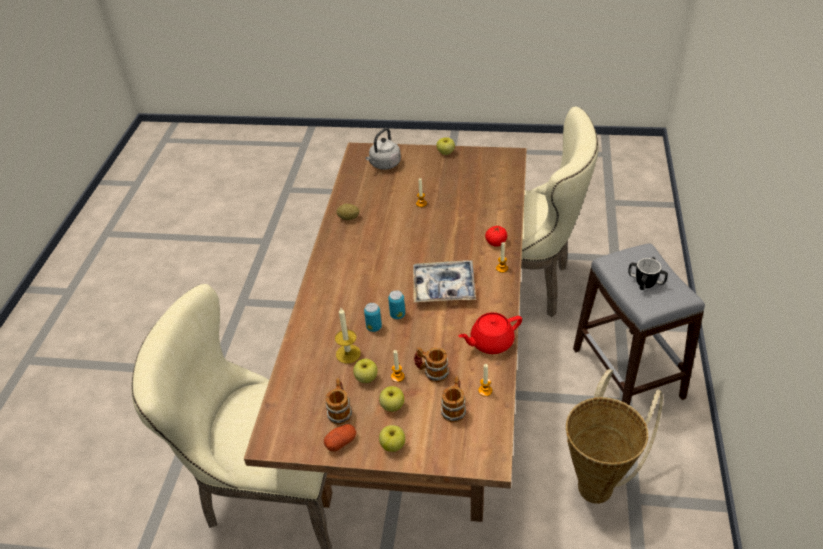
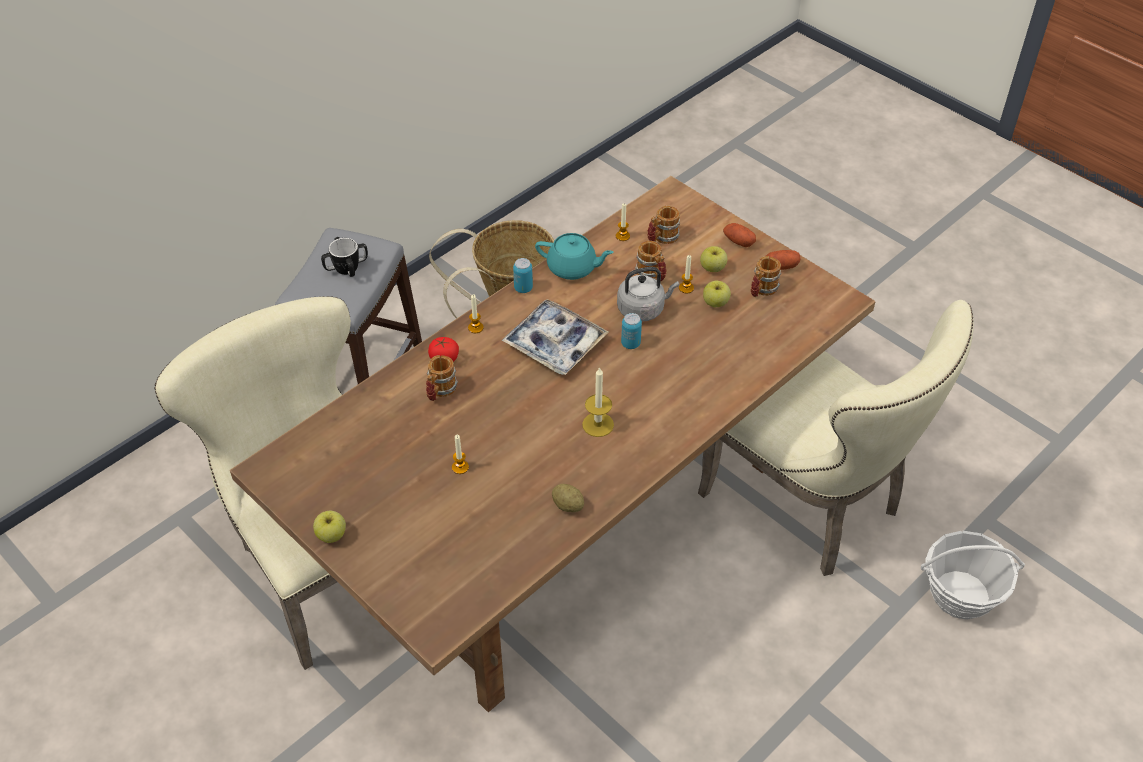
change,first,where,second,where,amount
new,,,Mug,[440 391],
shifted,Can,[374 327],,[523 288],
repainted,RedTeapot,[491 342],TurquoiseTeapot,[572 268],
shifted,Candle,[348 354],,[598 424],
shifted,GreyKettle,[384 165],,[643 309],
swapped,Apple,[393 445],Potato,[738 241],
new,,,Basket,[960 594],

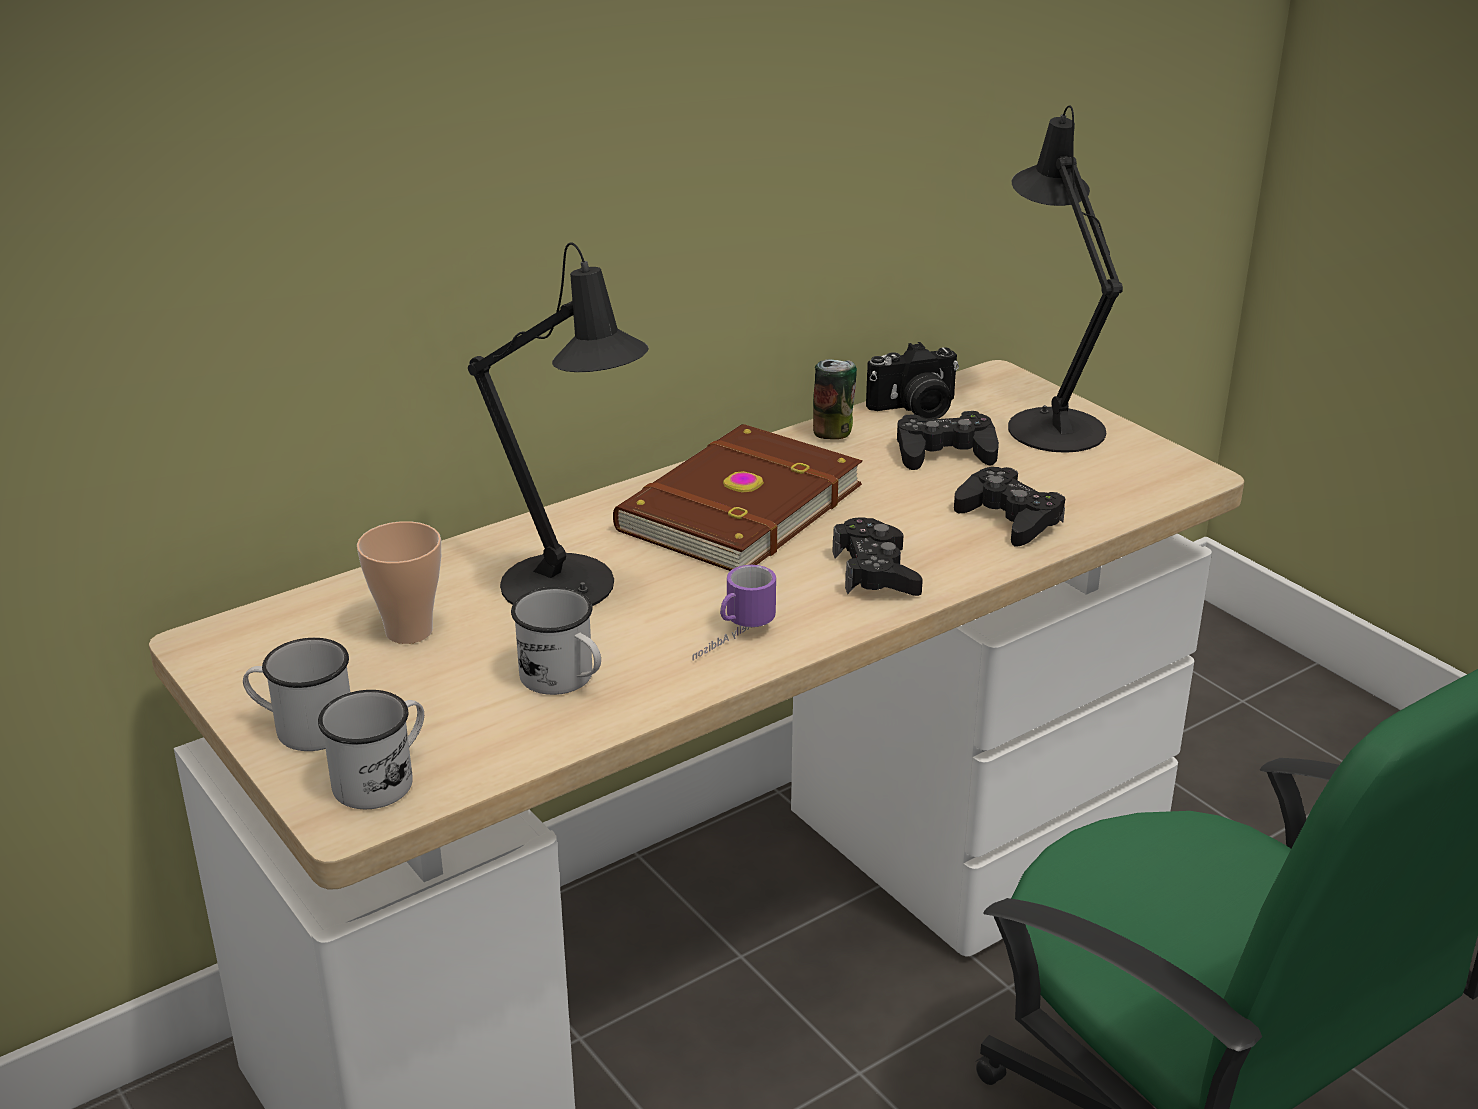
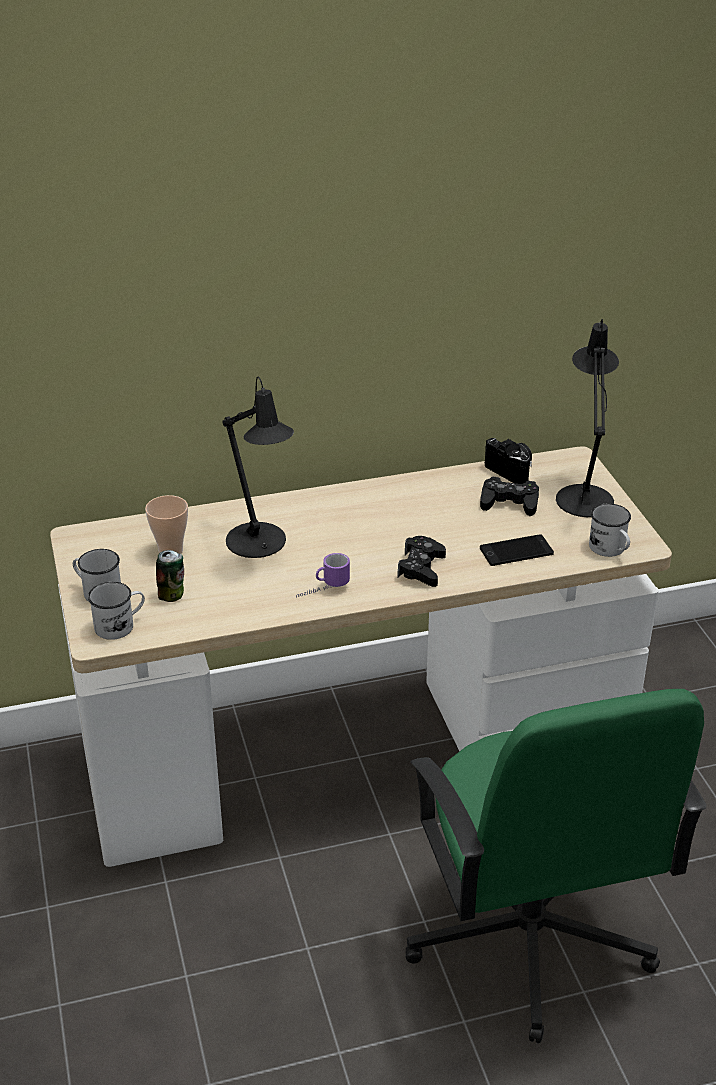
change,first,where,second,where,amount
shifted,Can,[833 433],,[172 595],
swapped,BlackGameController,[1009 518],Phone,[516 551],
rotated,PhotoCamera,[915 409],,[512 471],135 degrees counterclockwise
shifted,WhiteMug,[564 680],,[610 550],
gone,BrownBook,[735 507],,,

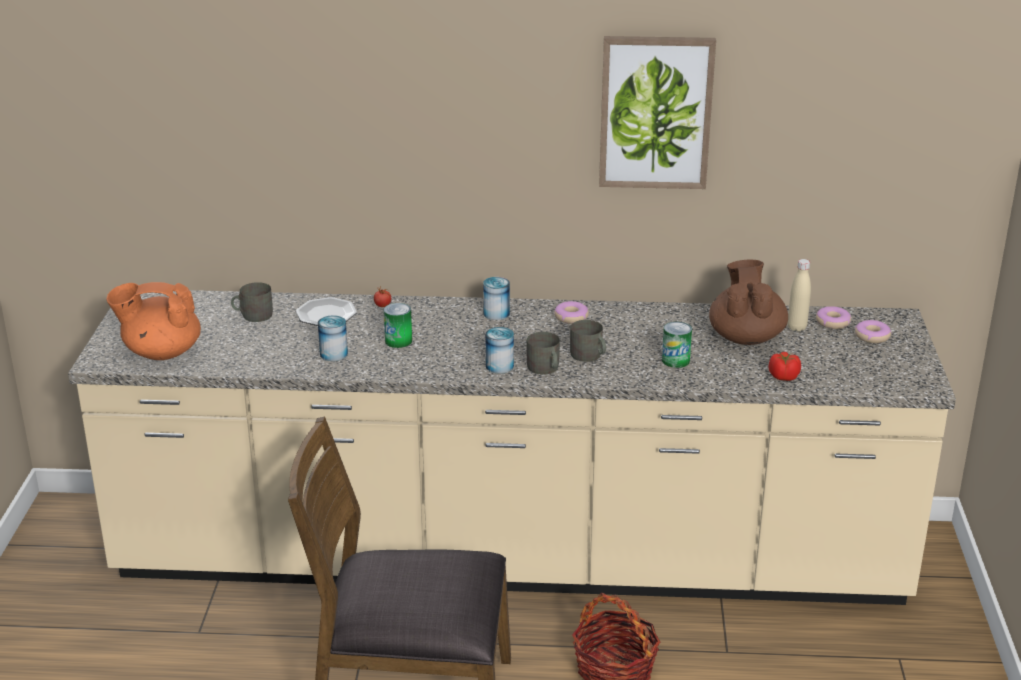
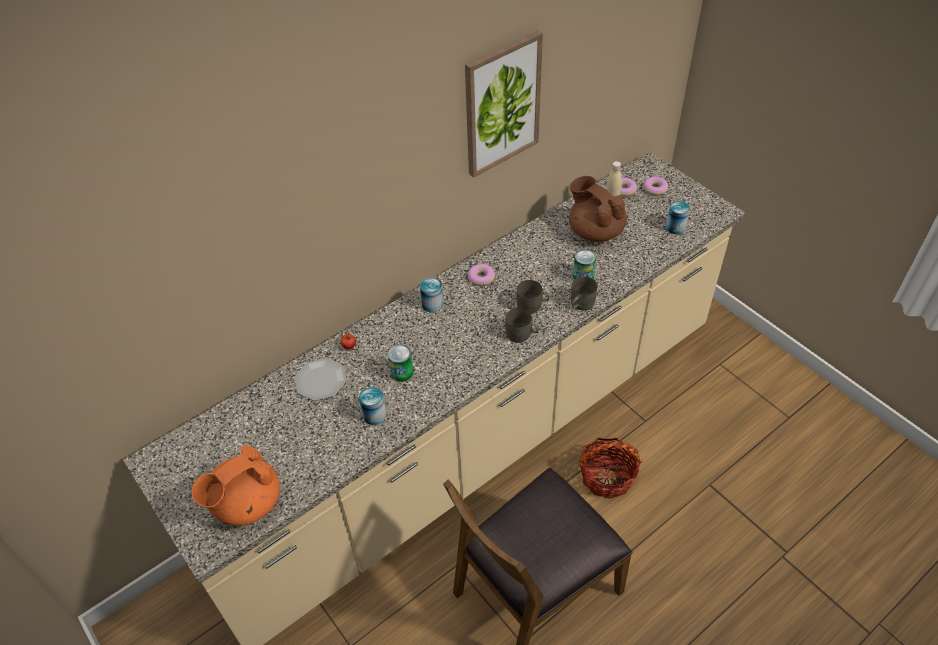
change,first,where,second,where,amount
shifted,GreyMug,[253 315],,[580 304],
shifted,Can,[499 366],,[675 227],
gone,Tomato,[783 376],,,

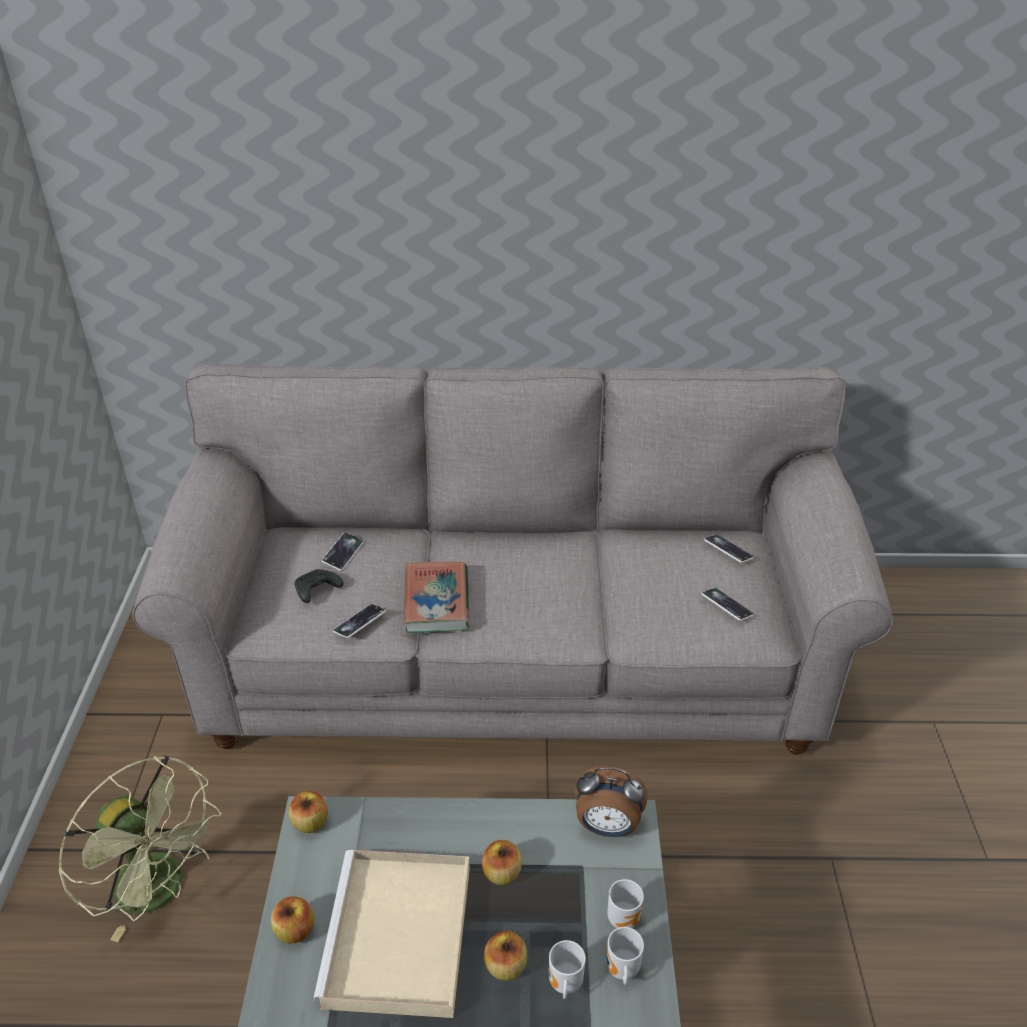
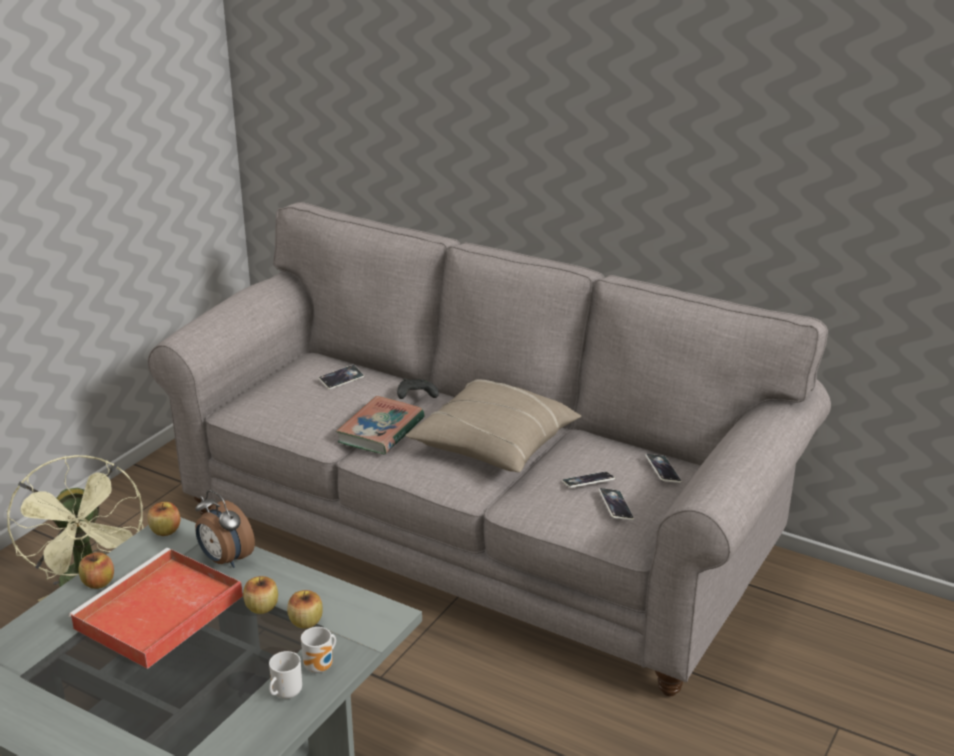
change,first,where,second,where,amount
repainted,BeigeTray,[399 938],RedTray,[157 614],
shifted,AlarmClock,[607 827],,[225 560],
shifted,Apple,[505 966],,[306 622],
shifted,BlackGameController,[316 591],,[415 396],
new,,,BeigePillow,[493 446],
shifted,Phone,[360 623],,[588 482],
gone,Mug,[563 984],,,

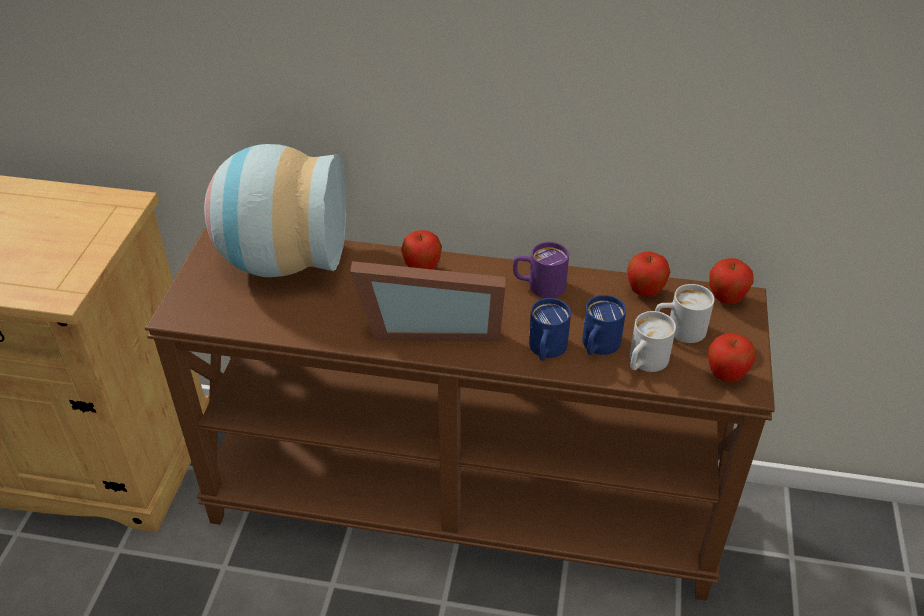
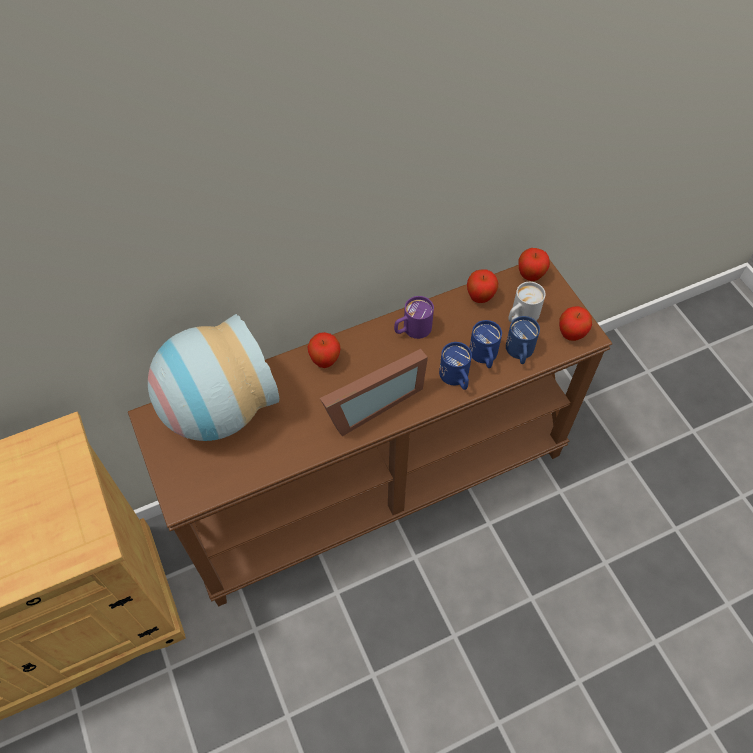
change,first,where,second,where,amount
repainted,WhiteMug,[644 363],BlueMug,[520 353],

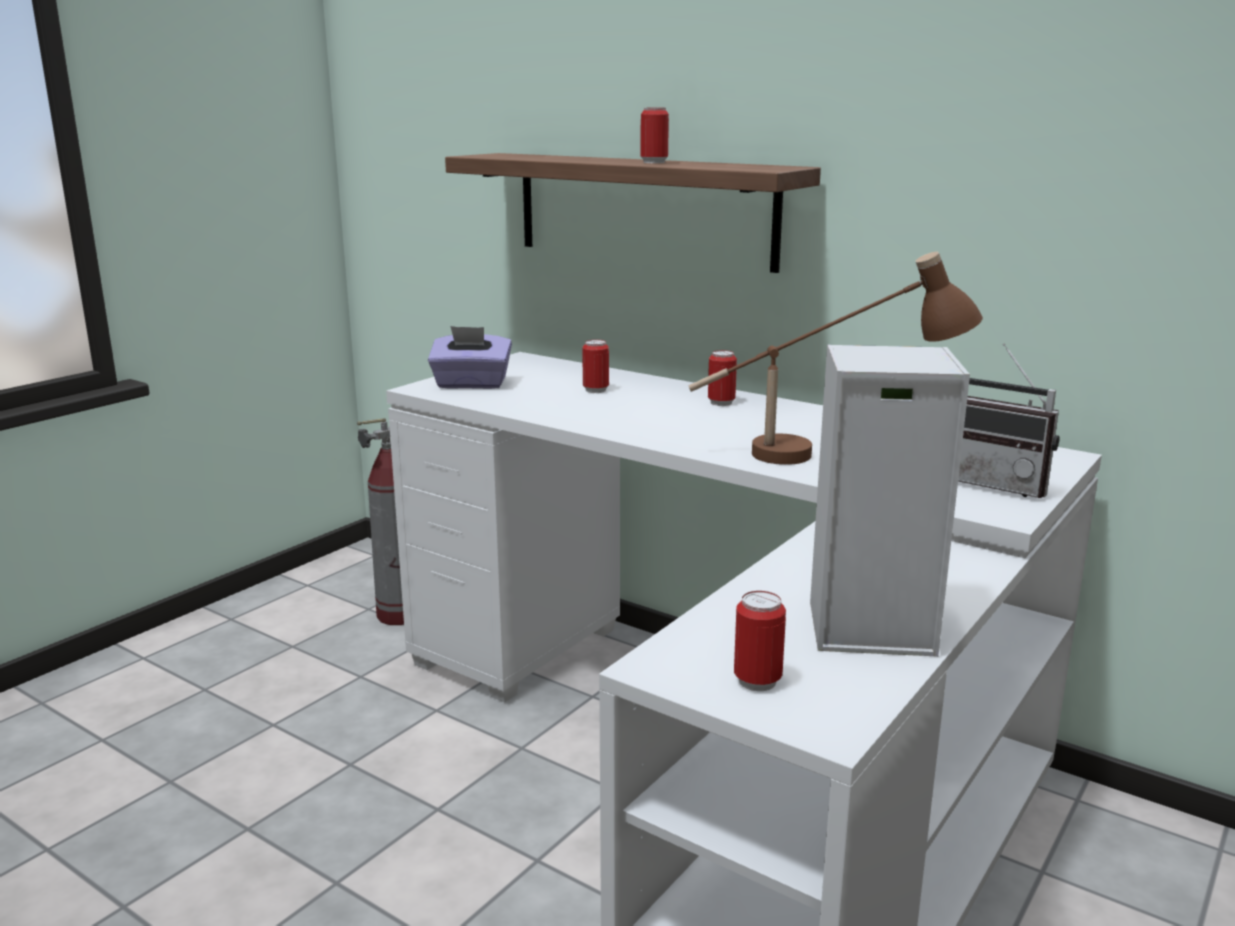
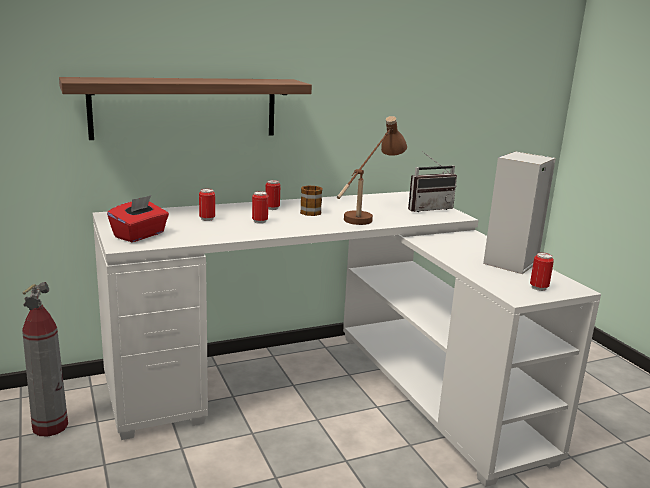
change,first,where,second,where,amount
repainted,PurpleTissueBox,[471 384],RedTissueBox,[140 235],
shifted,Can,[654 162],,[260 221],
new,,,Mug,[312 211],

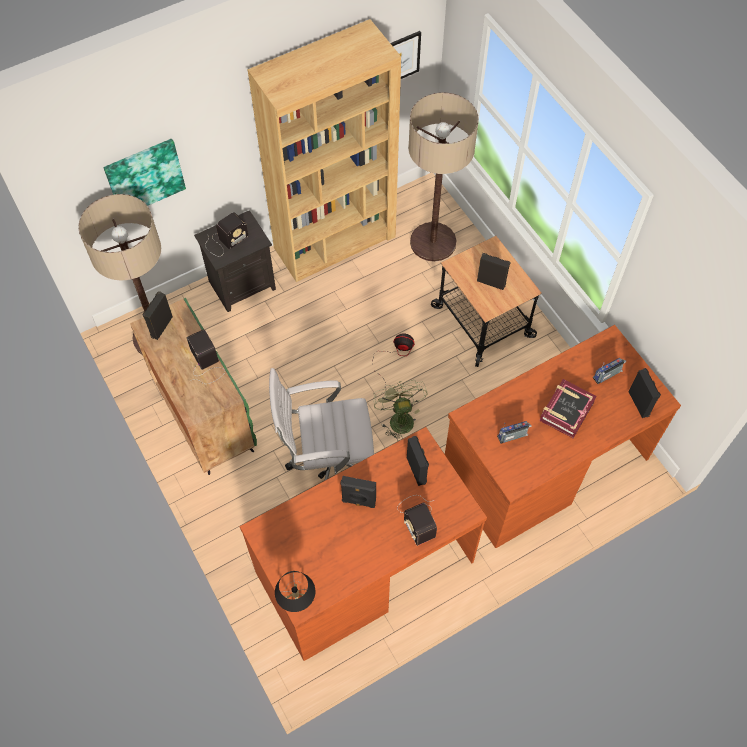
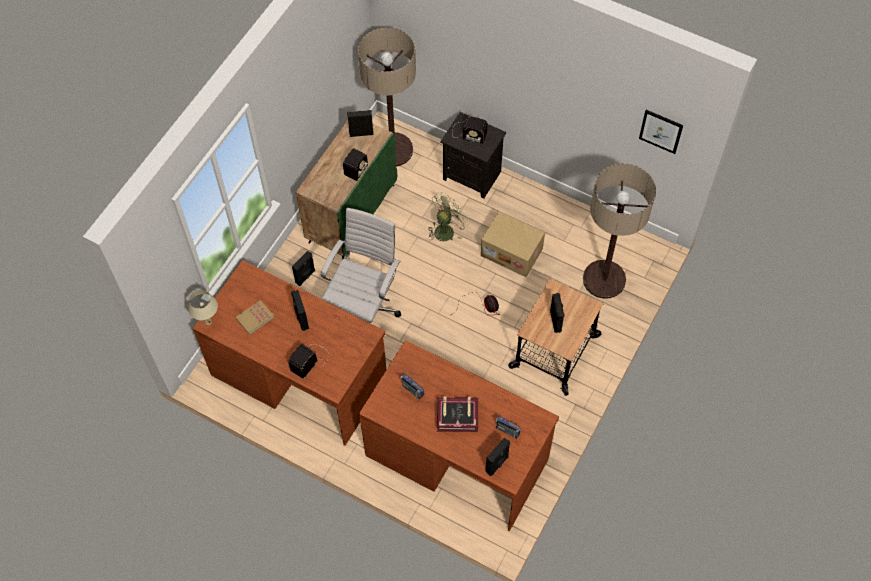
change,first,where,second,where,amount
repainted,BlackTableLamp,[298 604],BeigeTableLamp,[208 322],
new,,,Book,[255 318],
shifted,BlackSpeaker,[417 470],,[305 277],
rotated,WhiteOfficeChair,[327 462],,[363 310],60 degrees clockwise
shifted,GreenFan,[399 418],,[446 229],
new,,,CardboardBox,[512 252],
gone,Picture,[145 176],,,
gone,BrownBookcase,[335 242],,,

